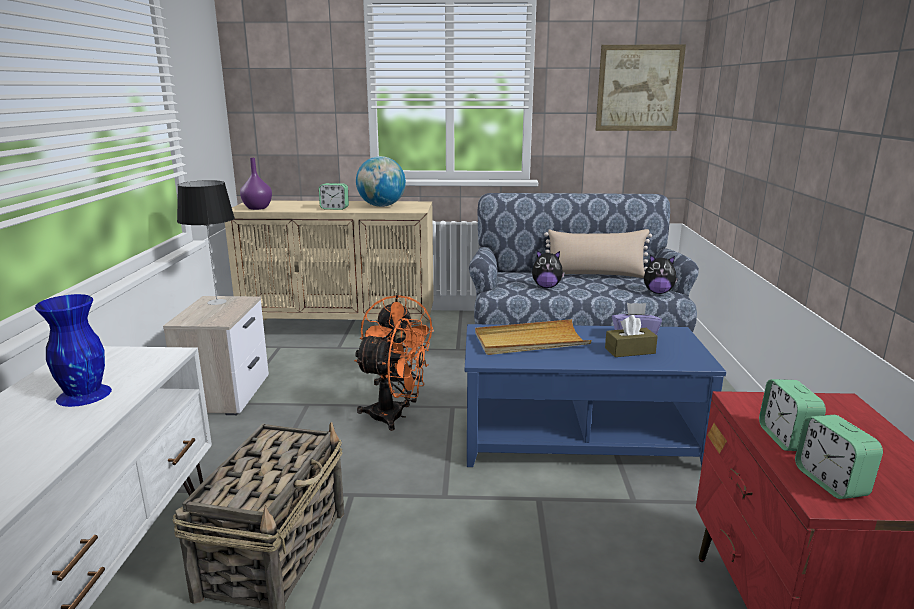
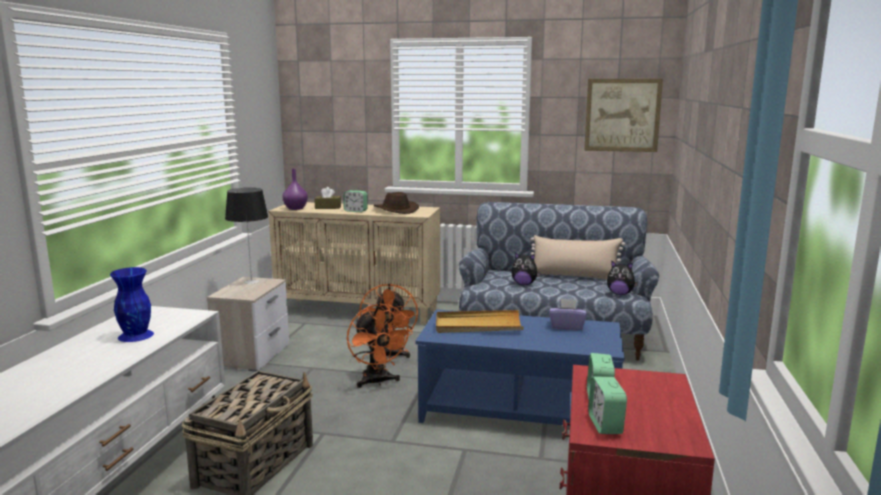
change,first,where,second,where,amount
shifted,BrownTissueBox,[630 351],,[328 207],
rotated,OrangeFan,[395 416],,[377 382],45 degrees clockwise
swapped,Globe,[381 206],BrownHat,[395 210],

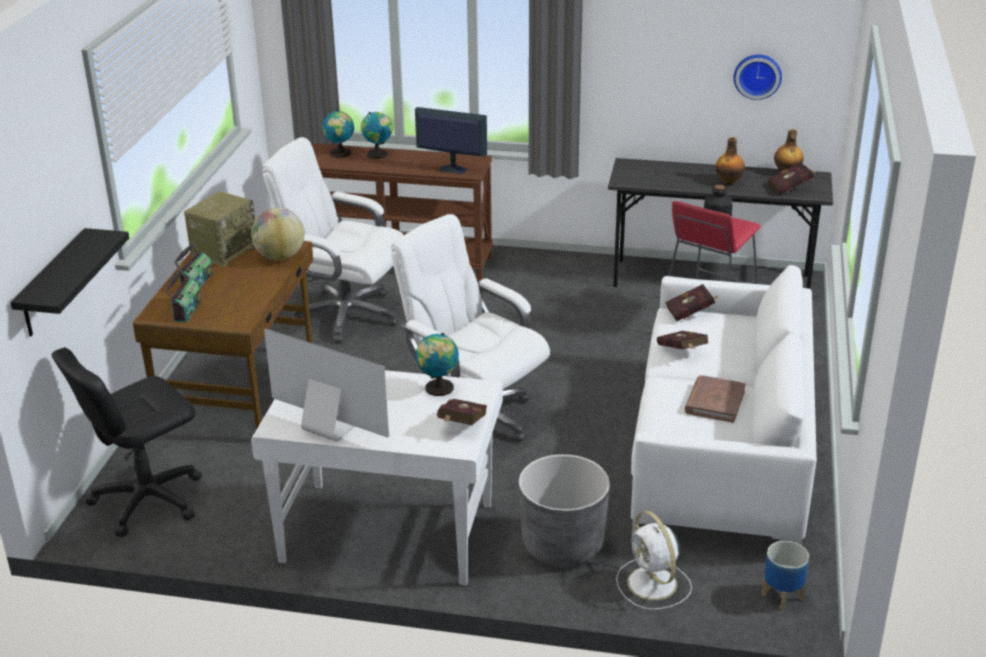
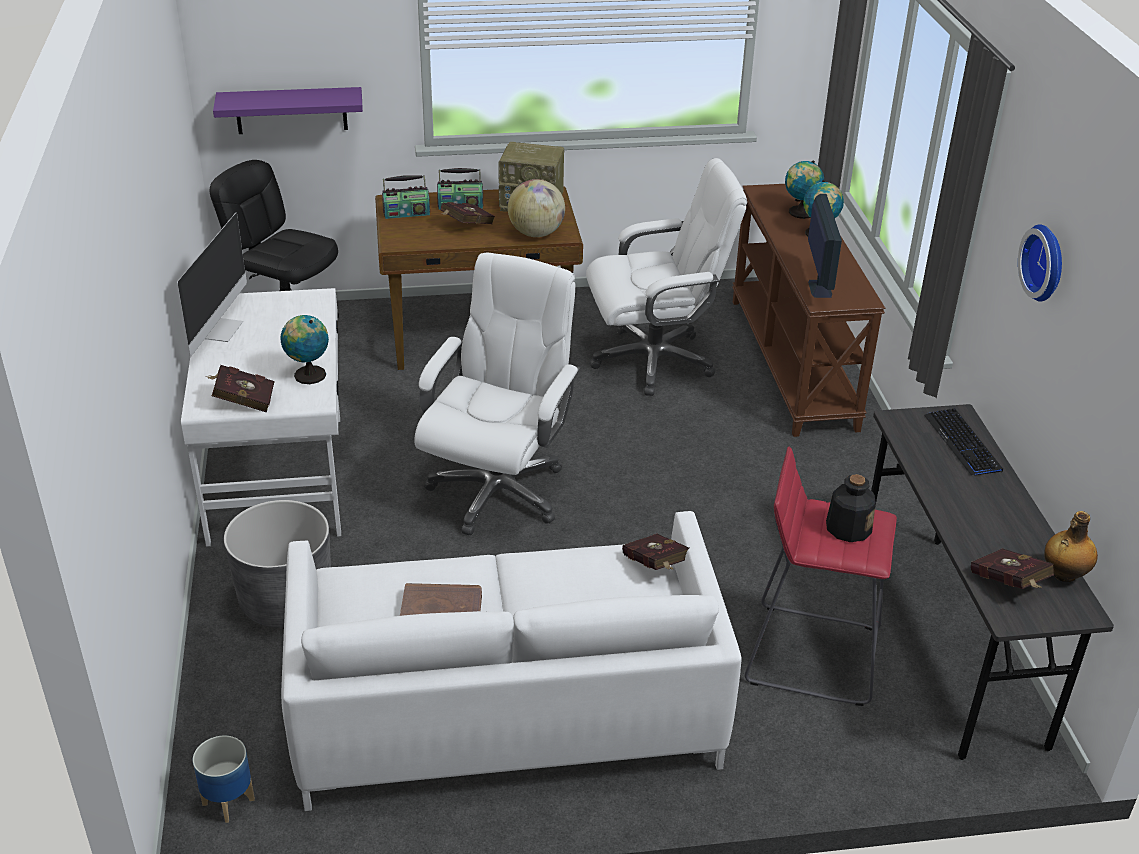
change,first,where,second,where,amount
repainted,BlackShelf,[53 284],PurpleShelf,[291 110],
shifted,RedBook,[682 352],,[465 225],
rotated,WhiteOfficeChair,[345 315],,[654 360],75 degrees clockwise
new,,,Keyboard,[963 443],
shifted,WallClock,[757 75],,[1046 262],
gone,WhiteFan,[653 585],,,
gone,Bottle,[729 182],,,

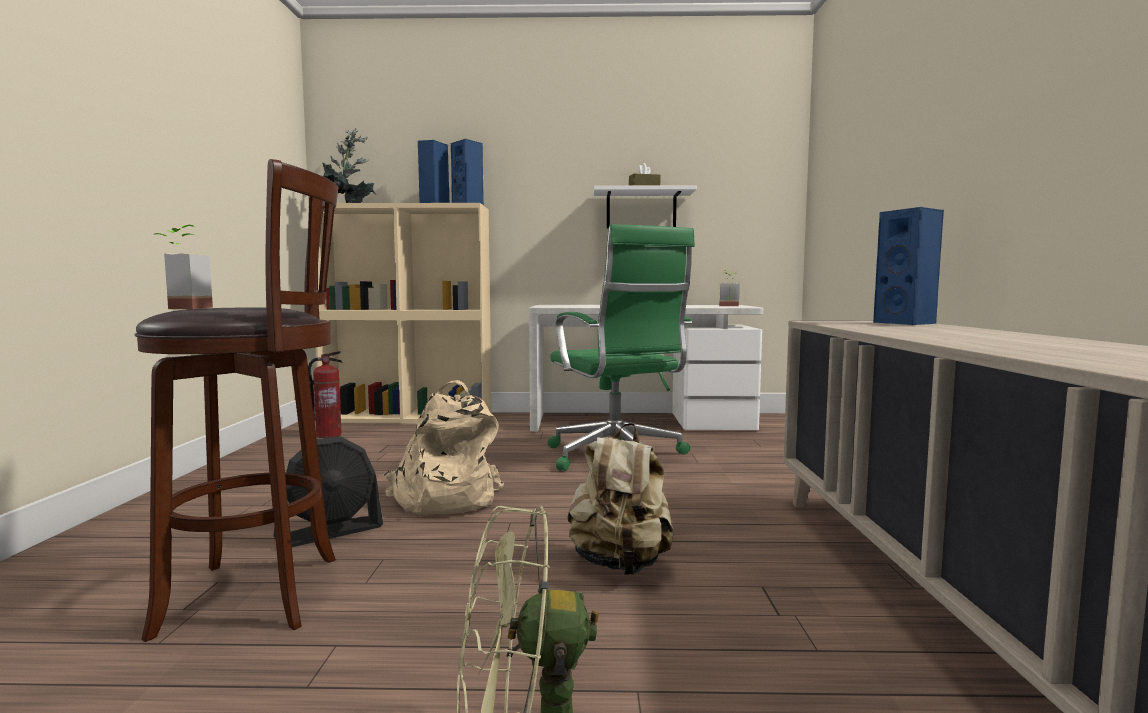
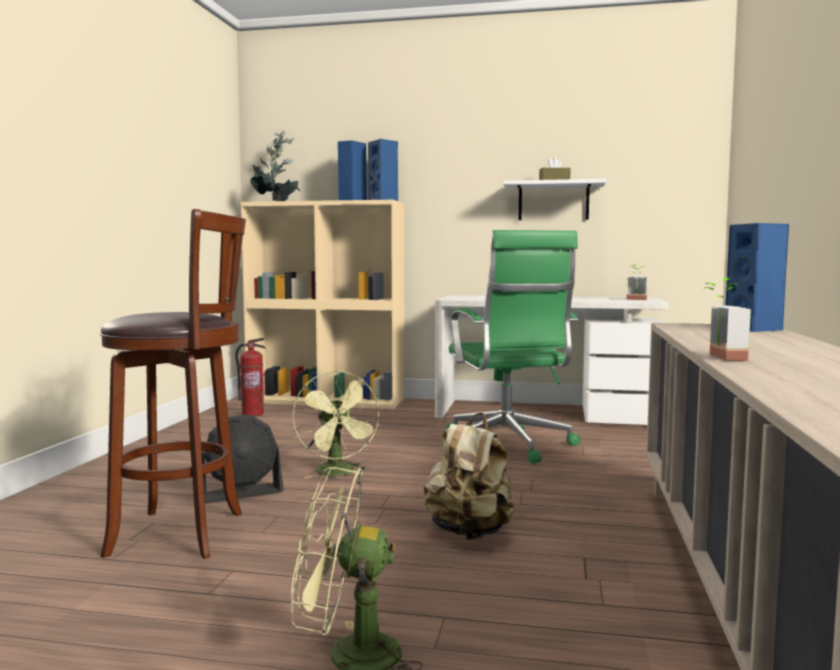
change,first,where,second,where,amount
swapped,BeigeBackpack,[444 499],GreenFan,[339 473],
shifted,PottedPlant,[181 308],,[718 357],

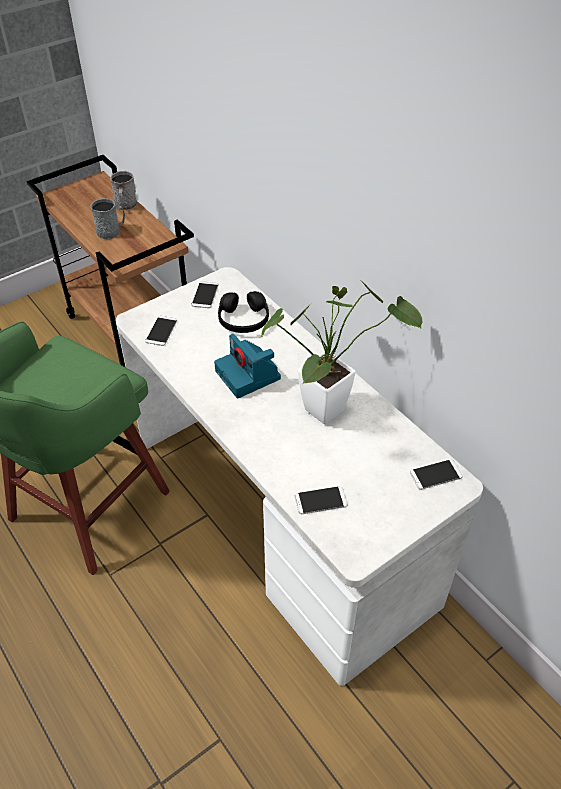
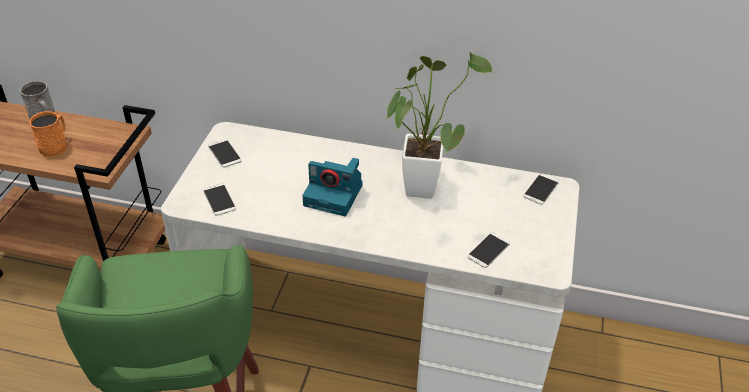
change,first,where,second,where,amount
repainted,GreyMug,[111 231],OrangeMug,[56 146],
gone,BlackHeadphones,[243 320],,,

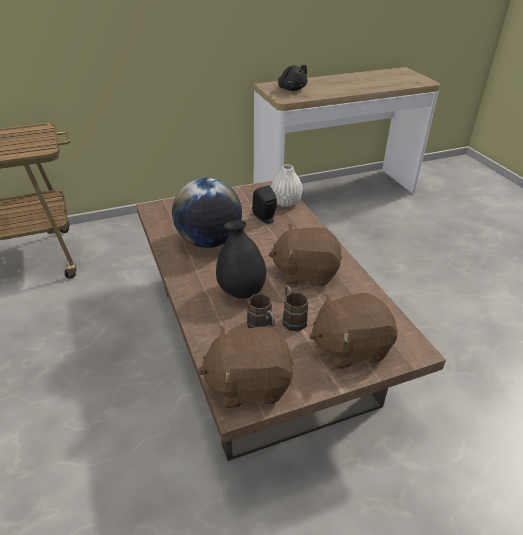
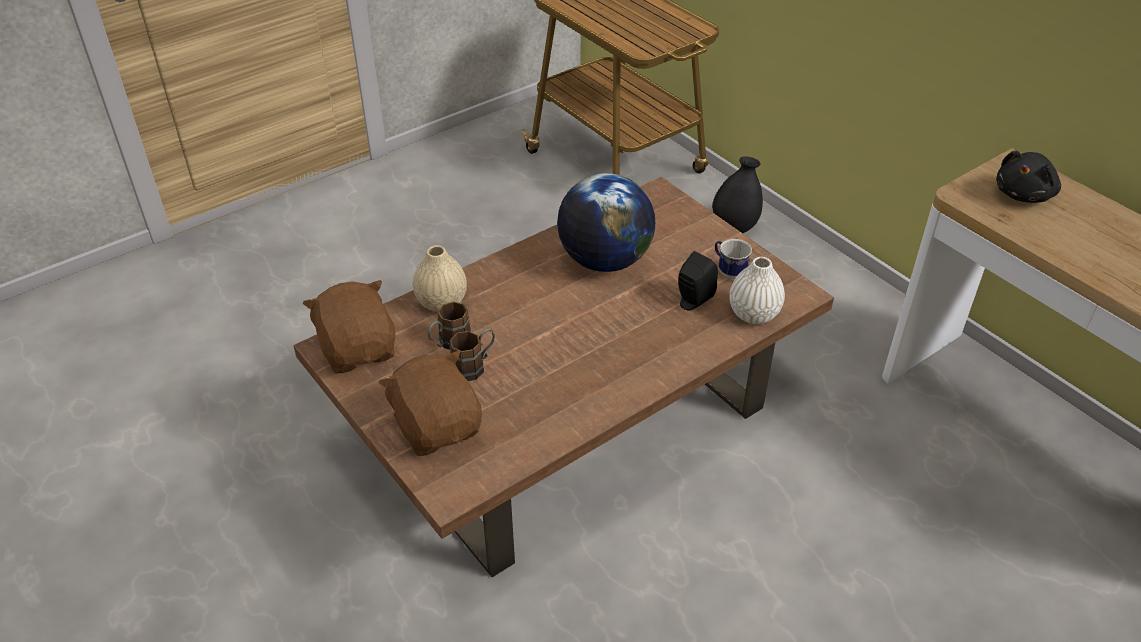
change,first,where,second,where,amount
new,,,BeigeVase,[441 302],
shifted,BlackVase,[241 292],,[735 227],
new,,,Mug,[728 271],
gone,BrownPlushToy,[305 272],,,

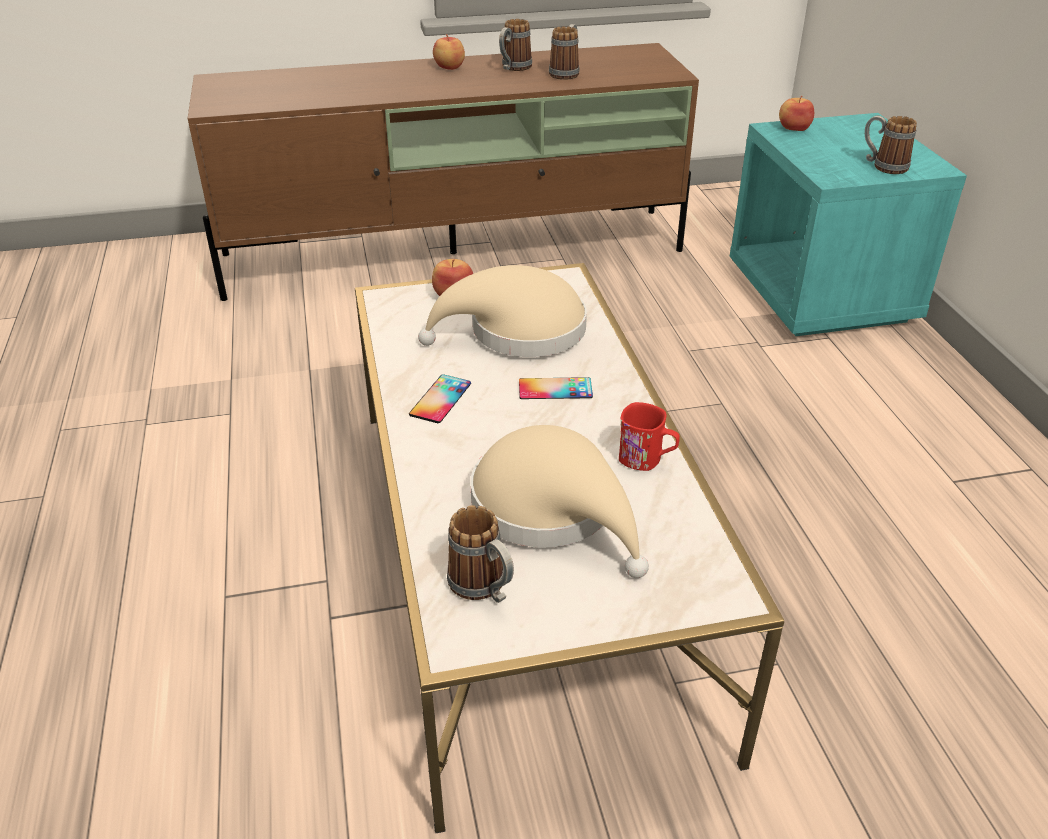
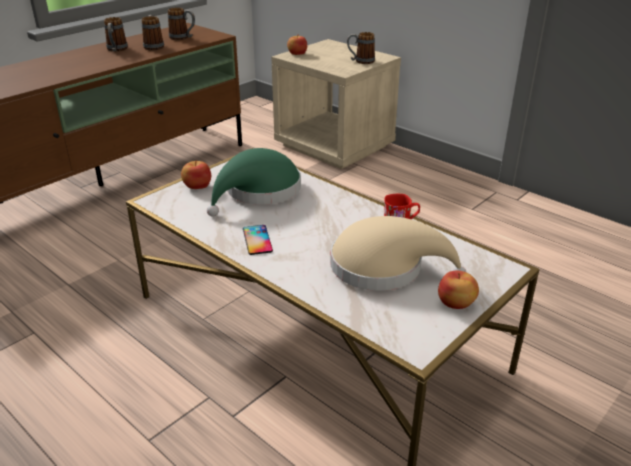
change,first,where,second,where,amount
shifted,Mug,[484 588],,[183 38],
repainted,BeigeHat,[518 332],GreenHat,[259 192],
repainted,TurquoiseNightstand,[821 295],BeigeNightstand,[335 146],
shifted,Apple,[449 67],,[456 304],
gone,Phone,[555 389],,,

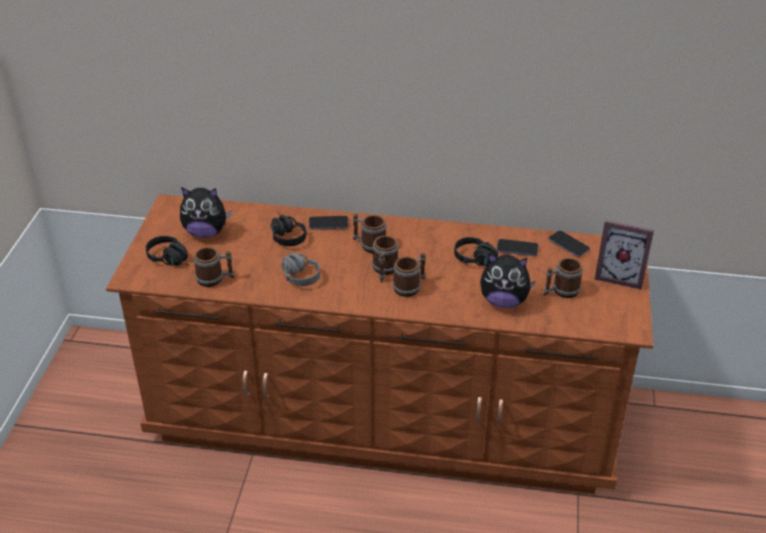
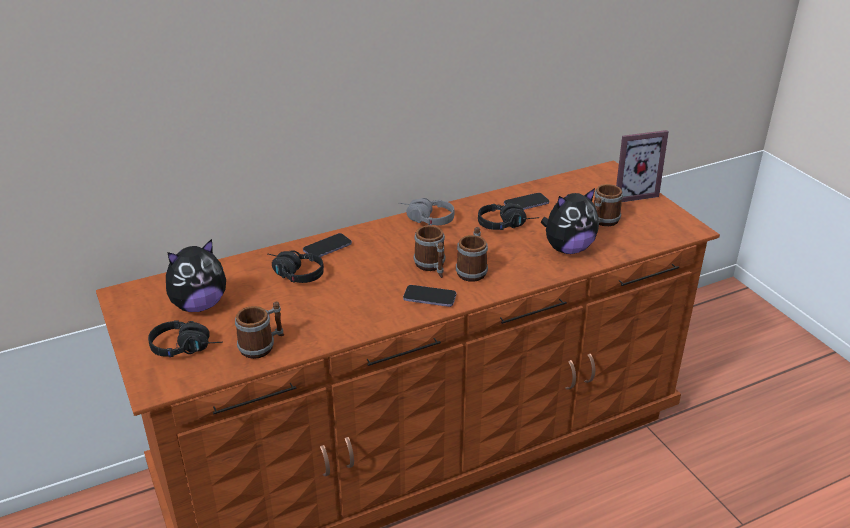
change,first,where,second,where,amount
shifted,GreyHeadphones,[296 273],,[424 219],
shifted,Phone,[568 245],,[429 297],
gone,Mug,[369 244],,,

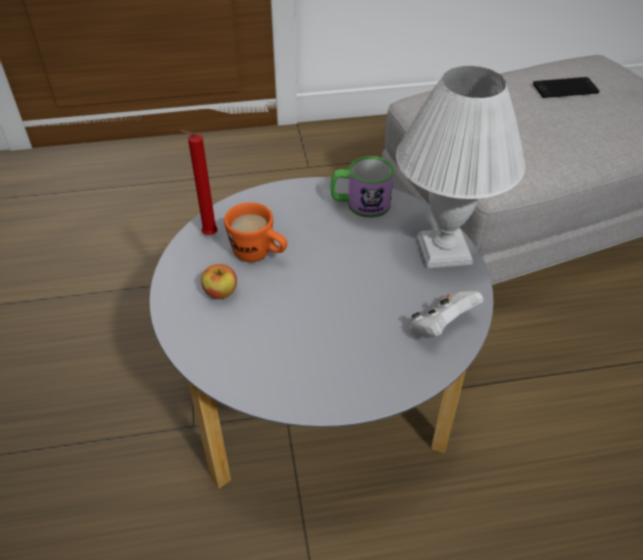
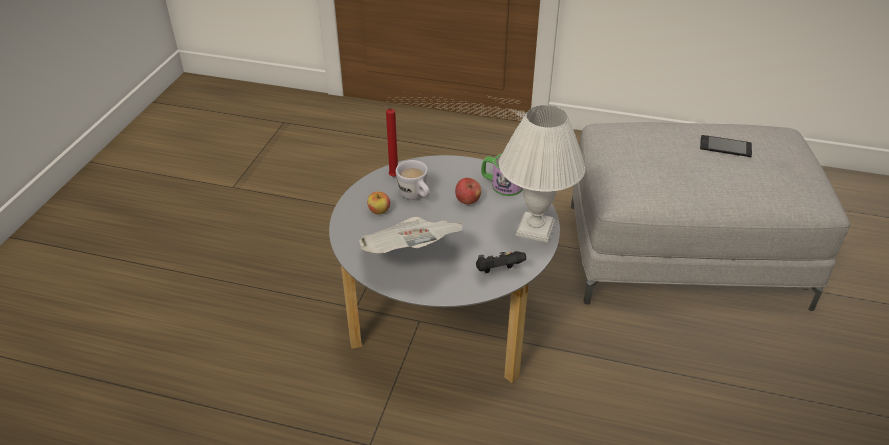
change,first,where,second,where,amount
new,,,Newspaper,[410 255],
repainted,OrangeMug,[259 255],WhiteMug,[415 197],
new,,,Apple,[467 201],
repainted,WhiteGameController,[441 328],BlackGameController,[498 271],

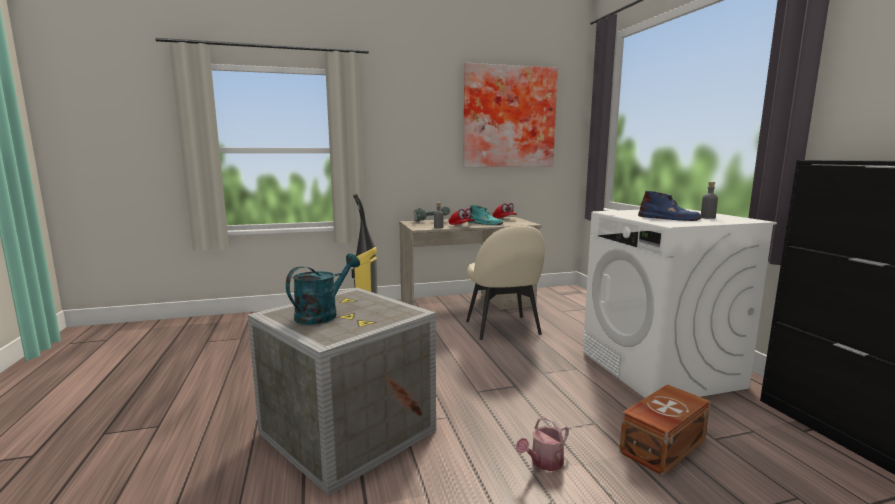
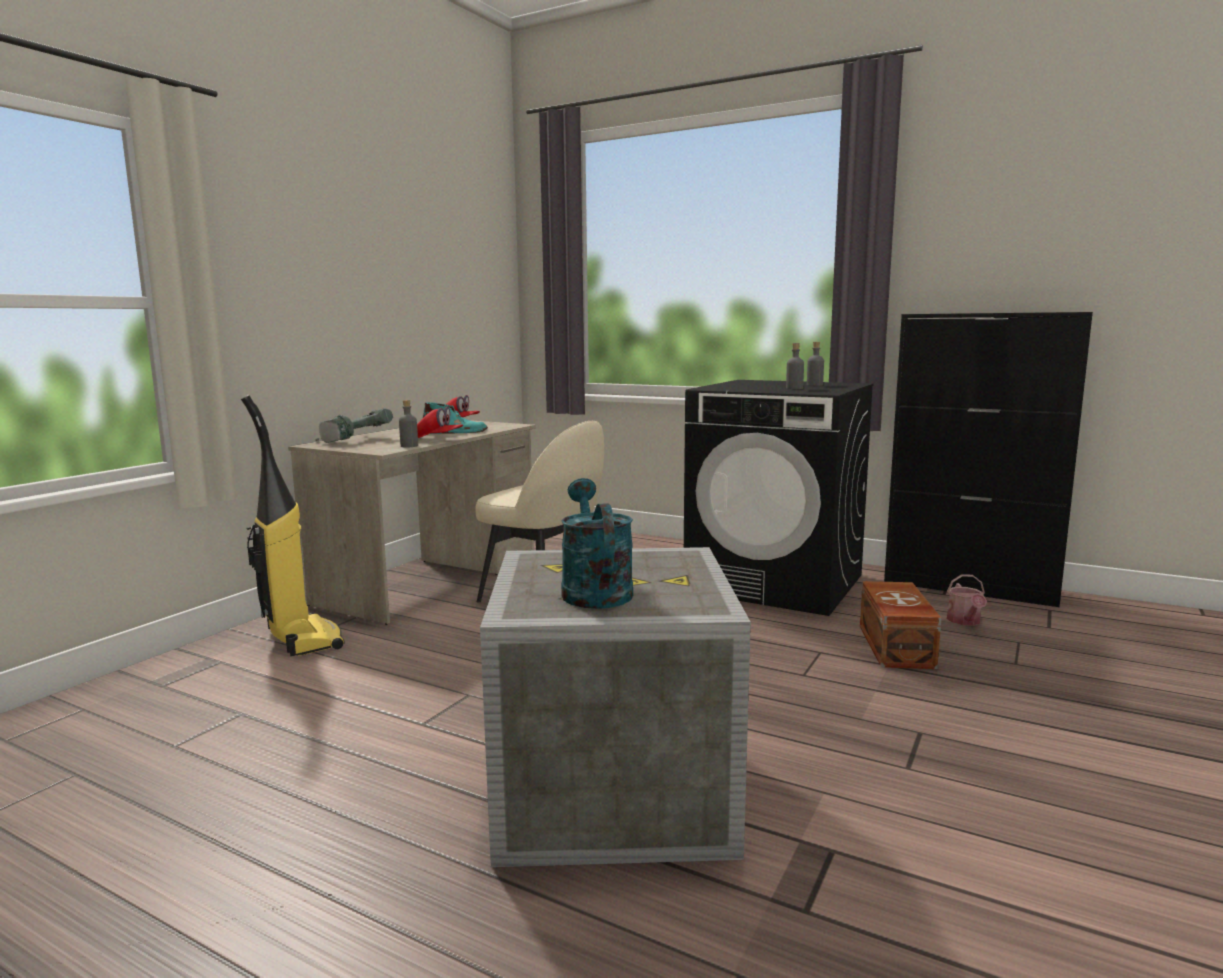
change,first,where,second,where,amount
repainted,WhiteWashingMachine,[660 369],BlackWashingMachine,[776 583],
swapped,BlueBoot,[669 218],GreyBottle,[794 388],
shifted,WateringCan,[543 462],,[965 621],
gone,Picture,[508 117],,,

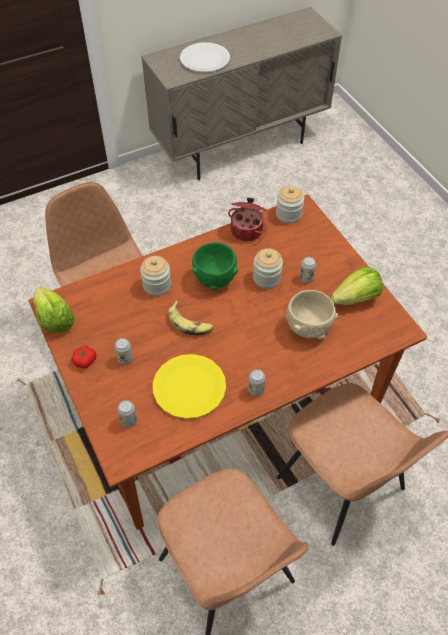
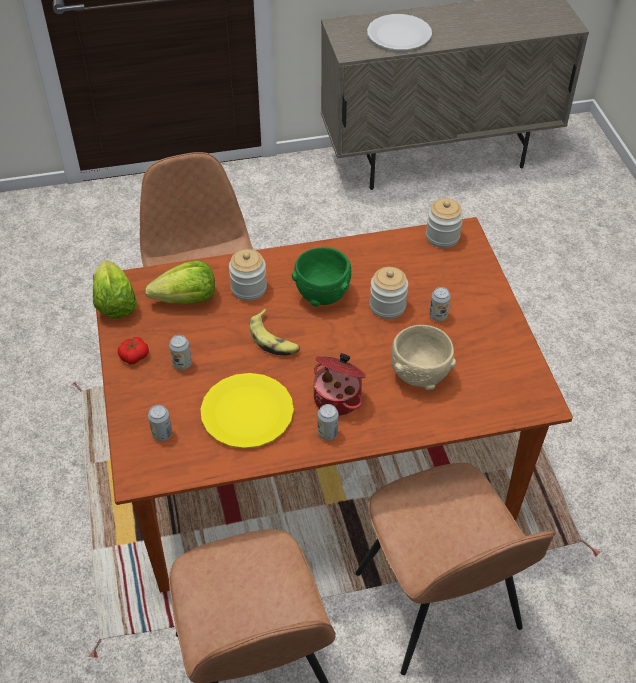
change,first,where,second,where,amount
shifted,Lettuce,[356 298],,[186 299],
shifted,CookingPot,[247 230],,[338 397],

